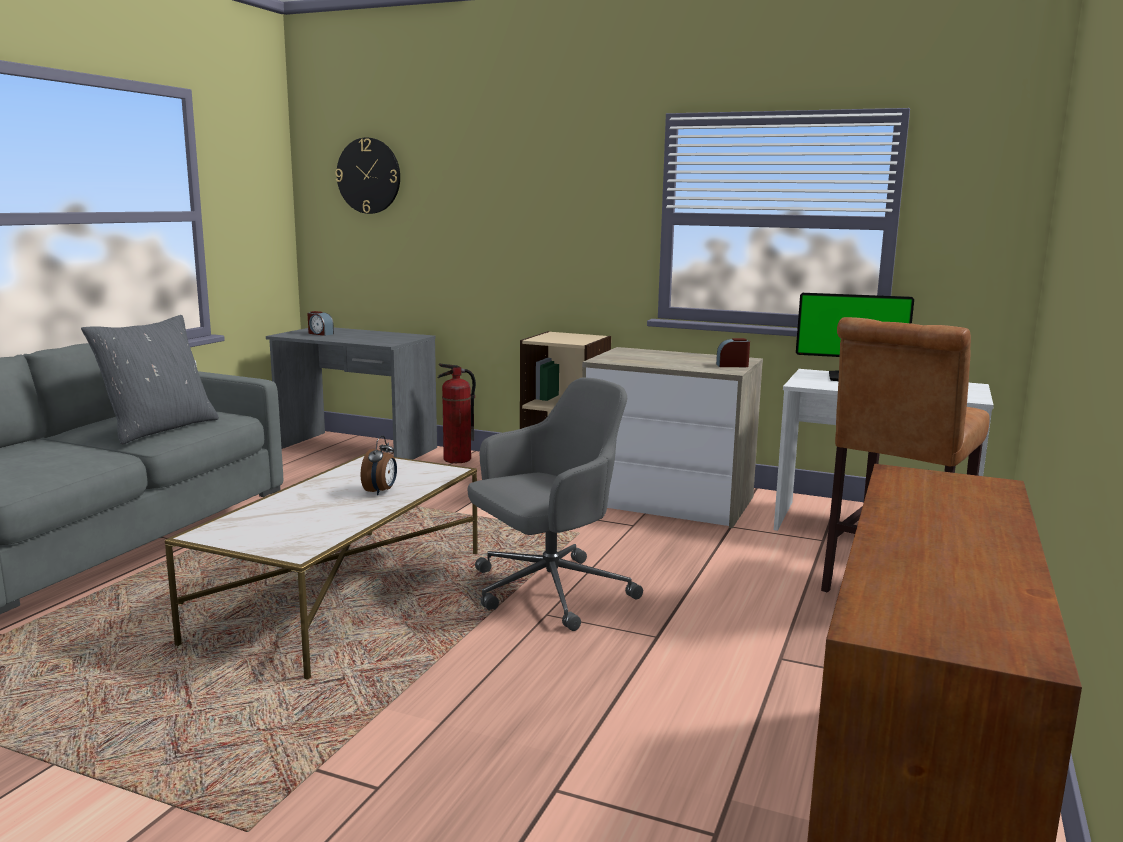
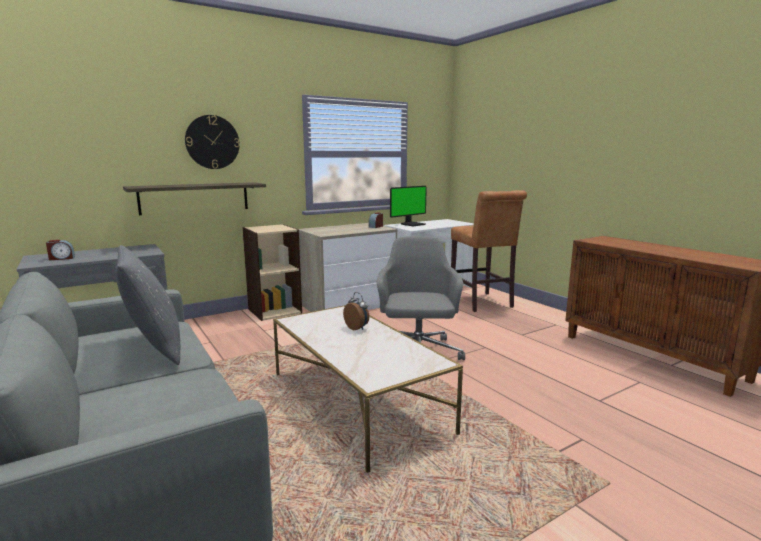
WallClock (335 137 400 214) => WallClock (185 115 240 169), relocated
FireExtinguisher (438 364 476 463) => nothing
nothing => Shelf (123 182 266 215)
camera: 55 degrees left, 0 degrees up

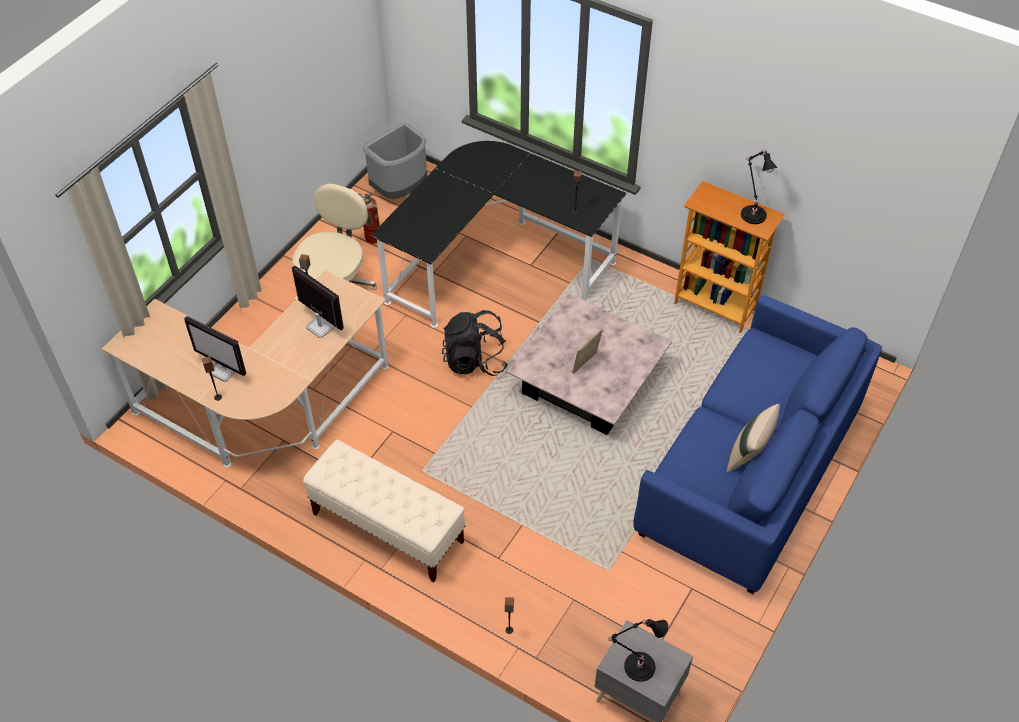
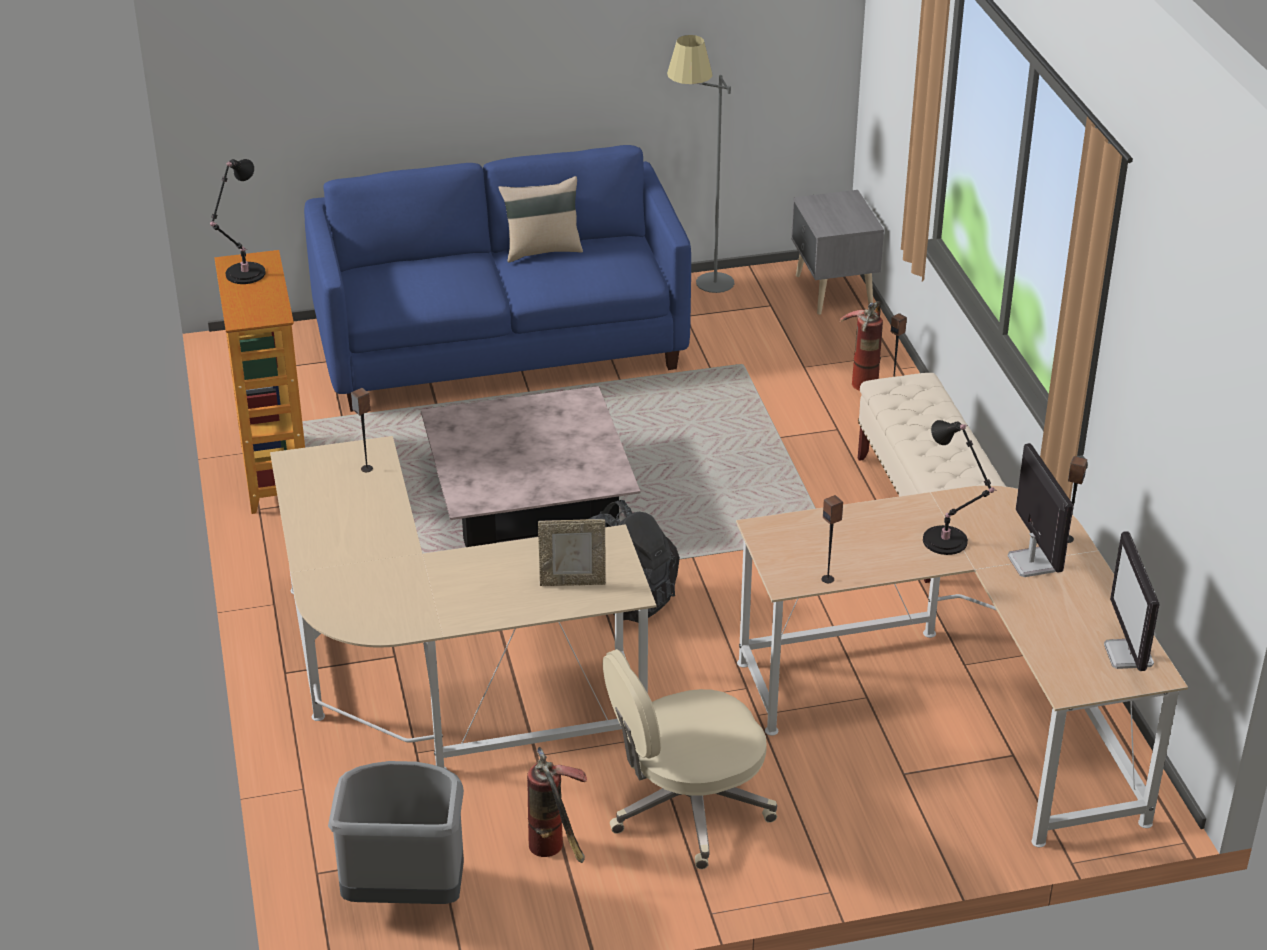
BlackDesk (371 141 626 328) => BeigeDesk (270 436 656 769)
Monitor (292 266 344 338) => Monitor (1104 531 1160 671), relocated
PictureFrame (572 329 603 374) => PictureFrame (538 519 606 586), relocated
BlackTableLamp (608 619 668 682) => BlackTableLamp (923 420 997 555), relocated
nothing => GreyFloorLamp (667 35 735 293)
nothing => FireExtinguisher (840 301 883 391)
camera: 135 degrees left, 15 degrees down

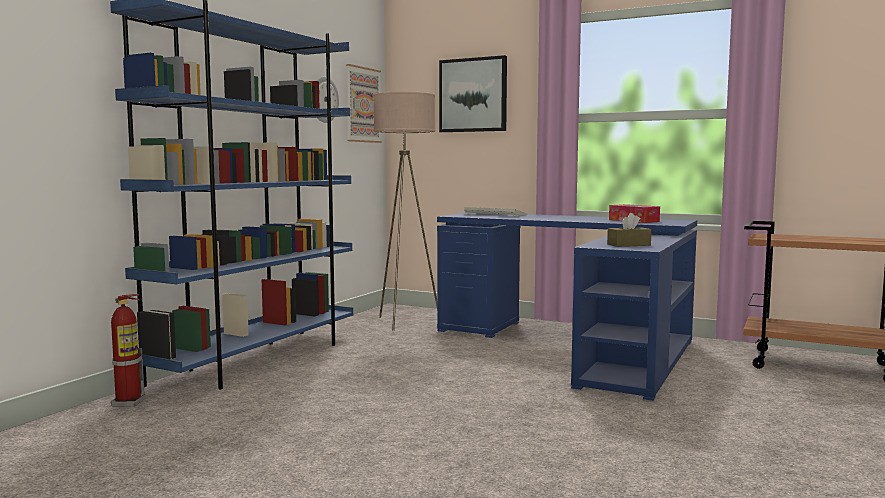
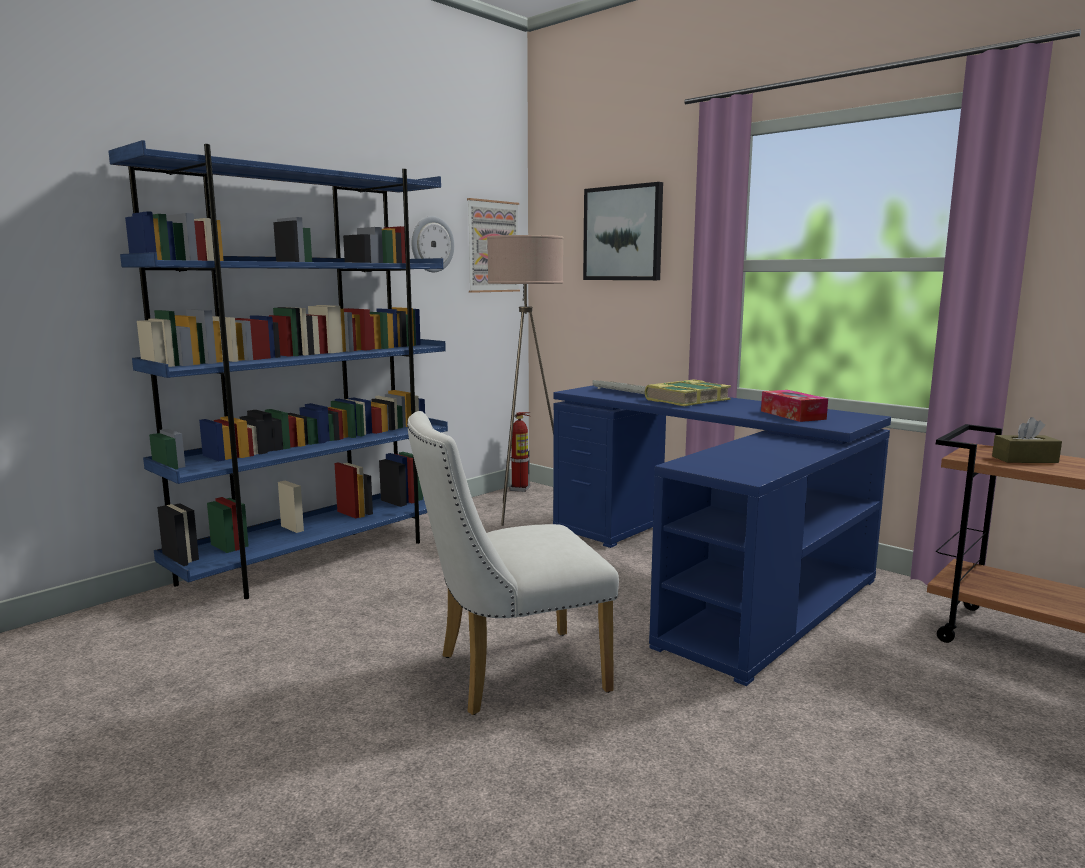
BrownTissueBox (607 213 652 247) => BrownTissueBox (992 417 1062 463), relocated
FireExtinguisher (111 294 145 407) => FireExtinguisher (509 412 530 492), relocated
nothing => Book (645 379 731 406)
nothing => WhiteChair (407 411 619 715)
camera: 15 degrees right, 5 degrees up

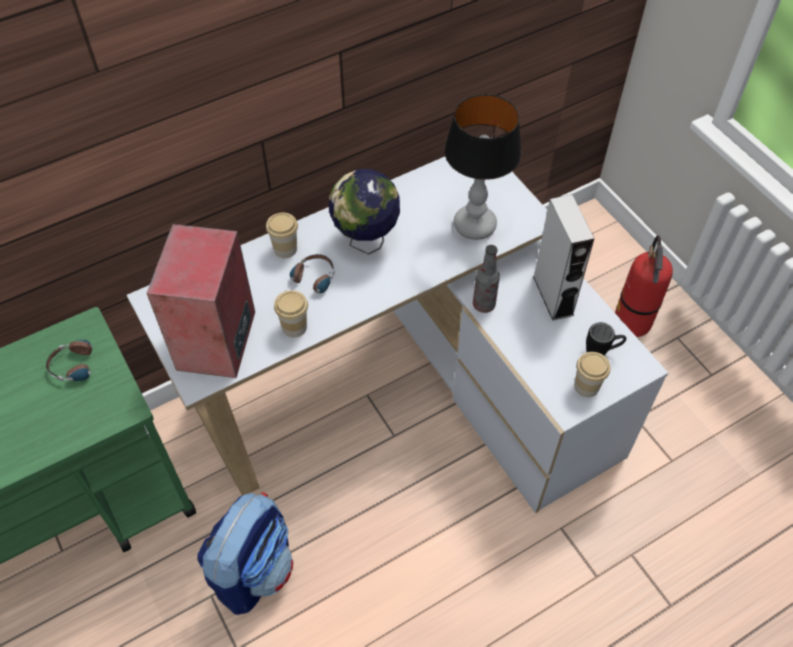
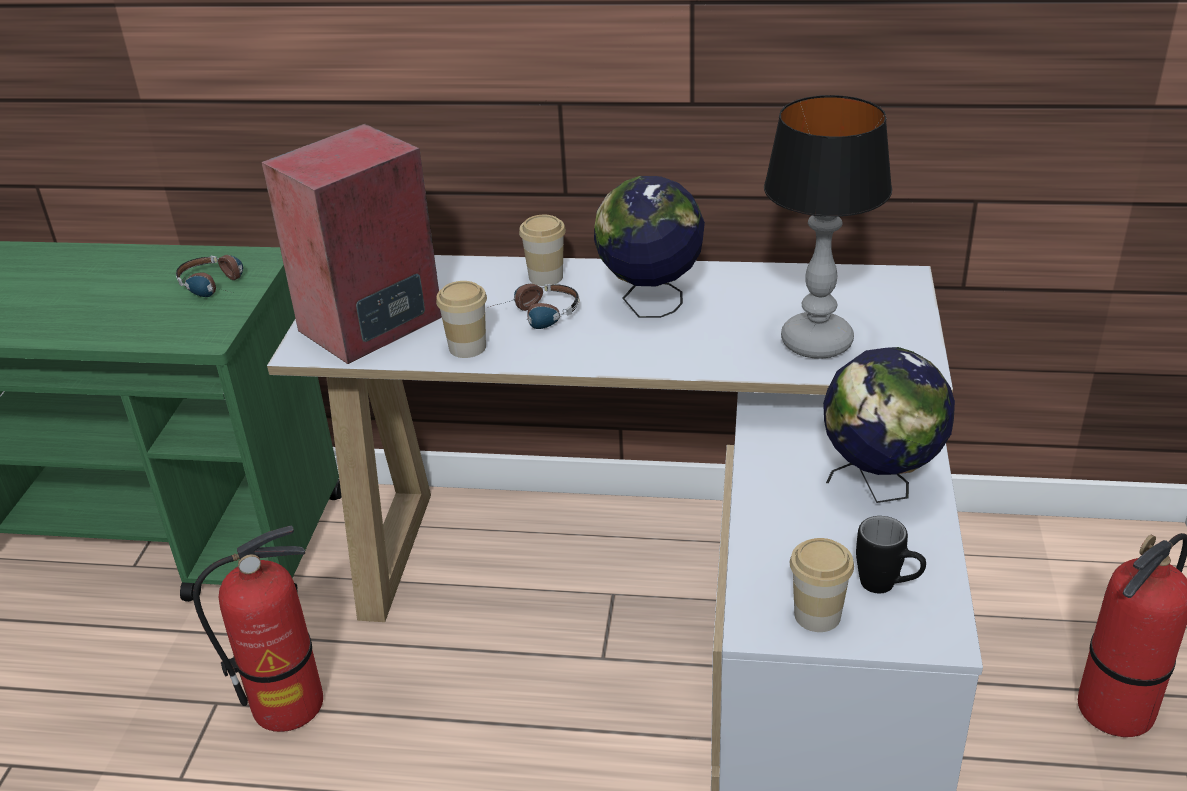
GreySpeaker (533 194 595 321) => Globe (823 347 955 503)
Bottle (473 245 500 313) => nothing
Backpack (197 492 293 615) => FireExtinguisher (193 526 323 732)
camera: 40 degrees right, 20 degrees down

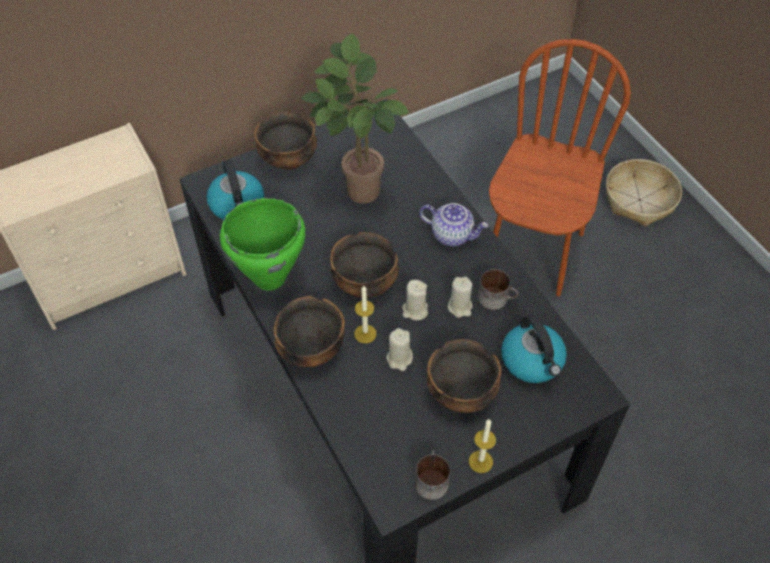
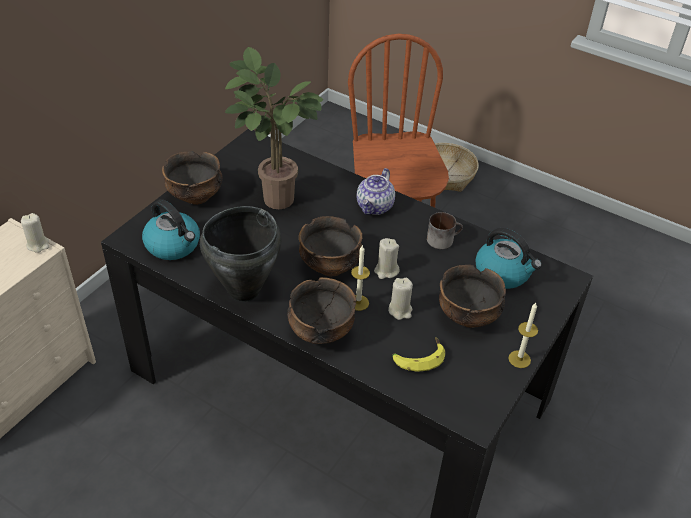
GreenCookingPot (220 198 306 291) => BlackCookingPot (200 206 281 302)
Teapot (419 203 488 246) => Teapot (356 168 395 215), 120 degrees clockwise
BeigeCandle (448 277 473 318) => BeigeCandle (21 213 49 253), relocated
Mug (415 450 450 500) => nothing
nothing => Banana (392 337 445 372)
camera: 30 degrees left, 10 degrees down

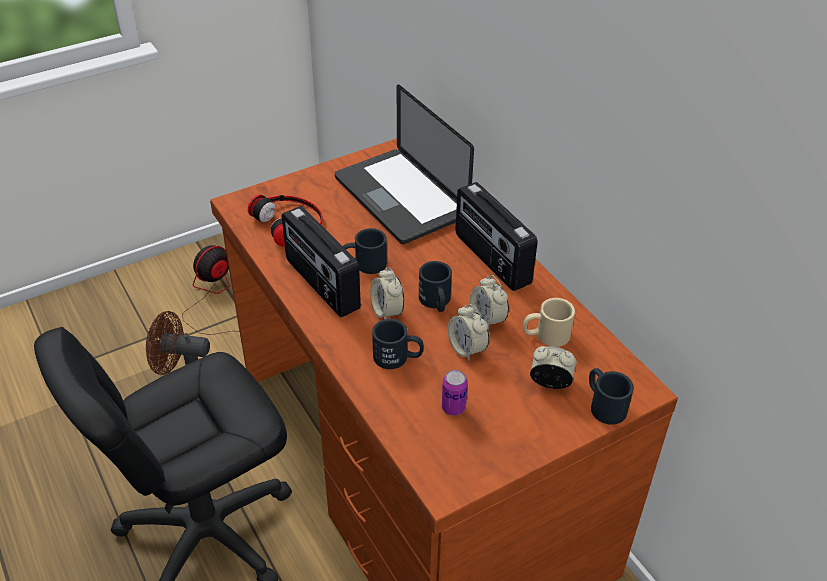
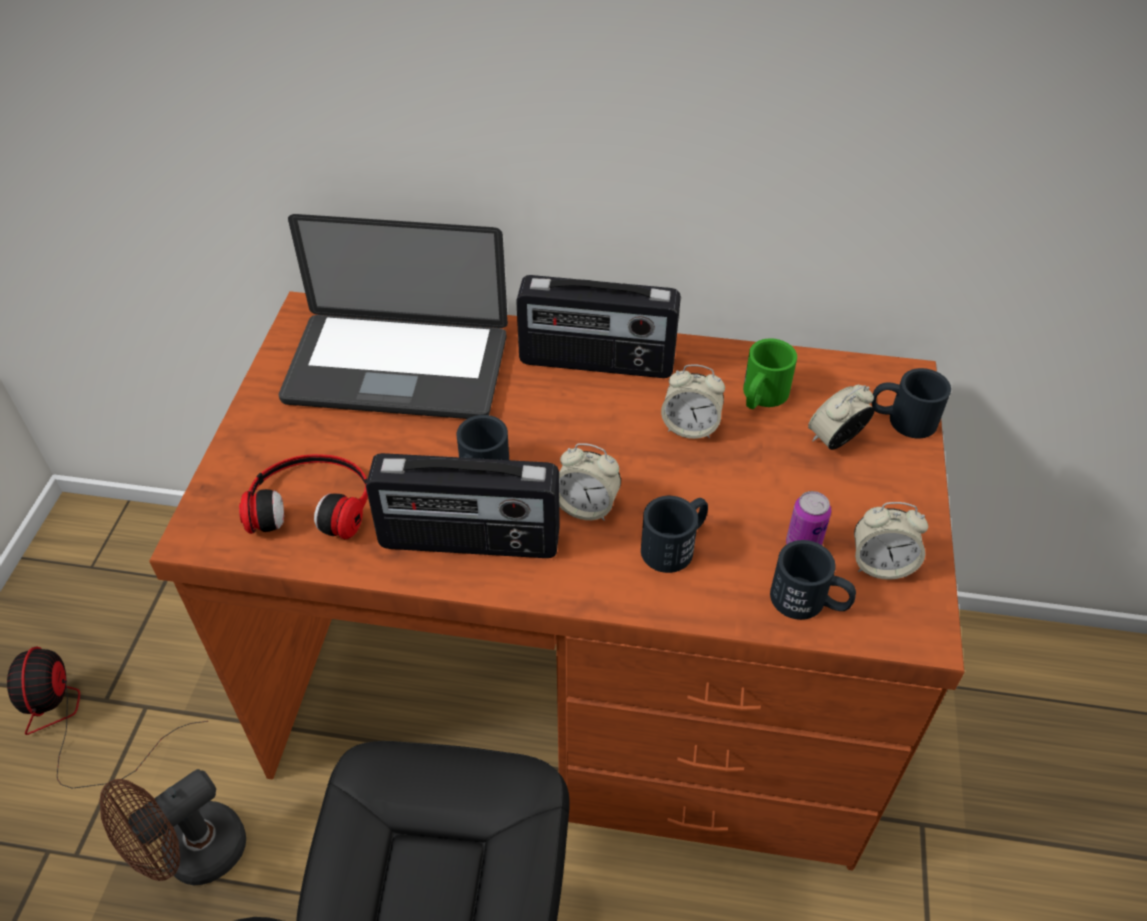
BlackMug (419 261 452 312) => BlackMug (770 540 856 620), relocated
BeigeMug (523 298 575 347) => GreenMug (743 338 797 409)
AlarmClock (448 304 489 361) => AlarmClock (854 502 928 580), relocated
camera: 50 degrees left, 5 degrees up

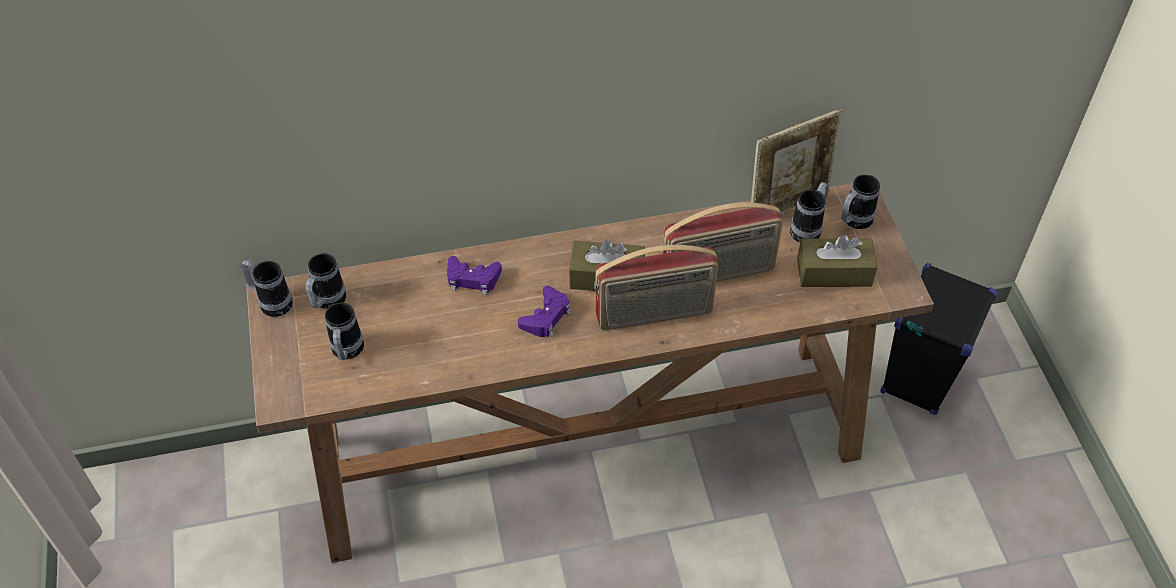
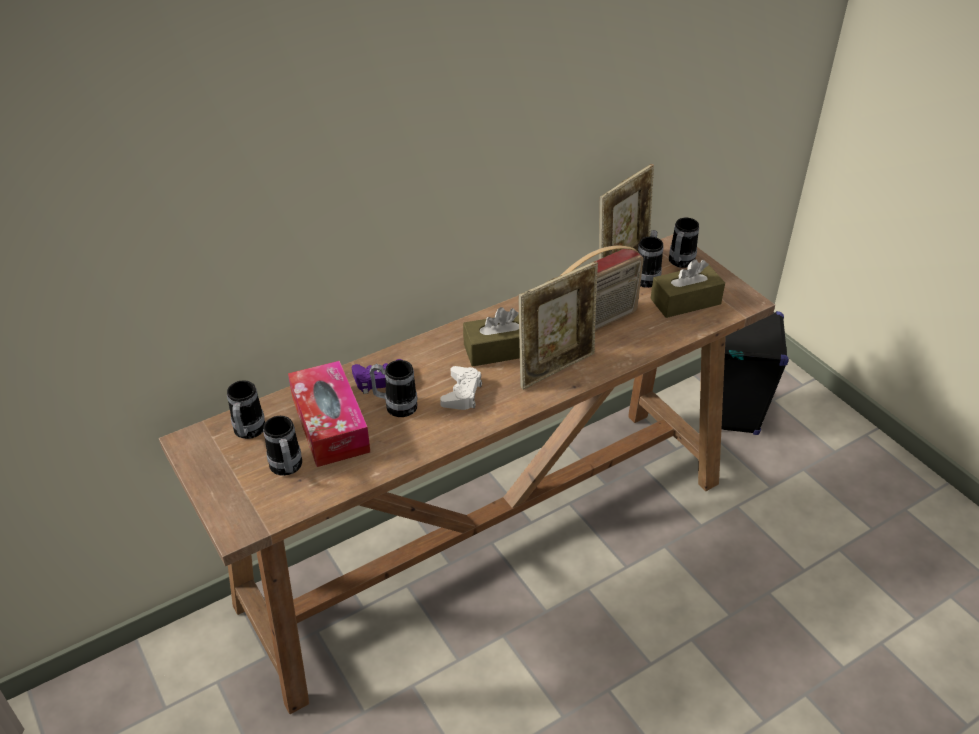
Radio (594 245 718 330) => PictureFrame (518 261 598 389)
Mug (241 260 293 317) => Mug (370 360 417 417), relocated
PurpleGameController (518 286 571 338) => WhiteGameController (440 366 482 410)
nothing => TissueBox (288 361 370 467)
camera: 20 degrees left, 10 degrees down

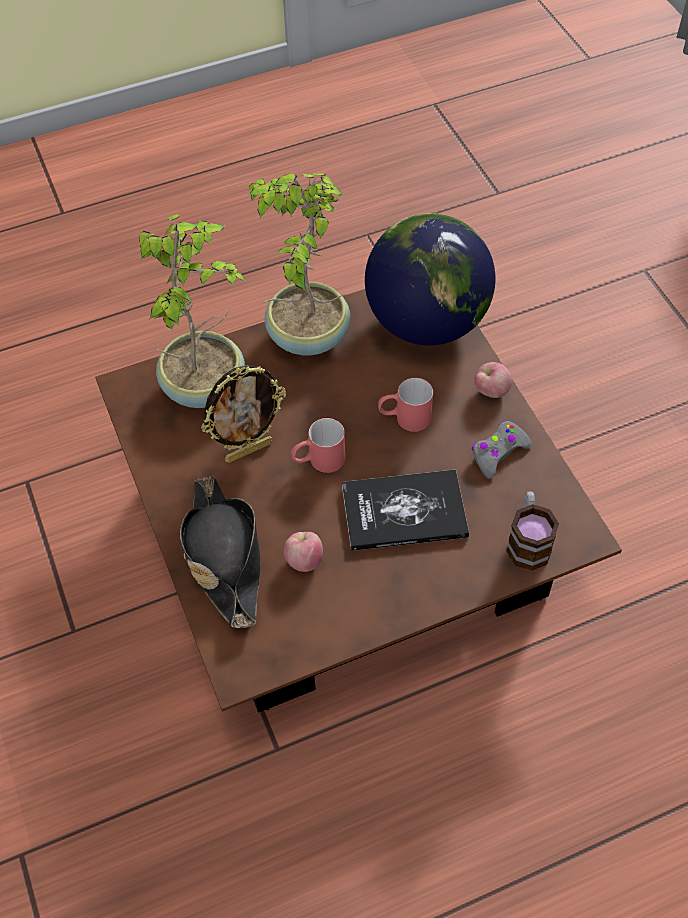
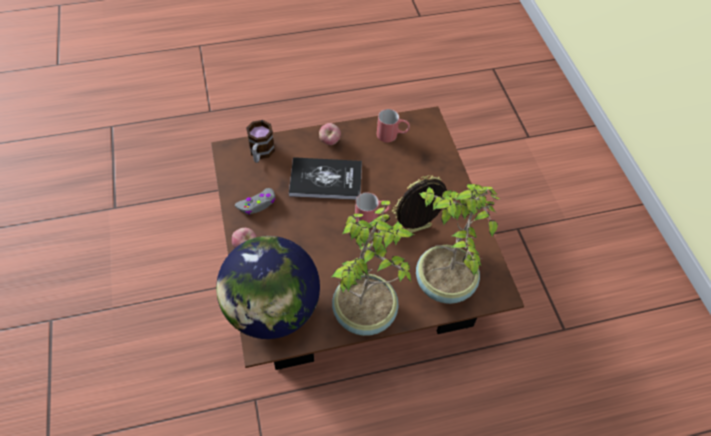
RedMug (378 378 433 432) => RedMug (377 109 410 142), relocated
BlackHat (180 476 261 628) => nothing
Apple (284 532 323 572) => Apple (319 123 341 145), relocated
camera: 175 degrees left, 0 degrees up

